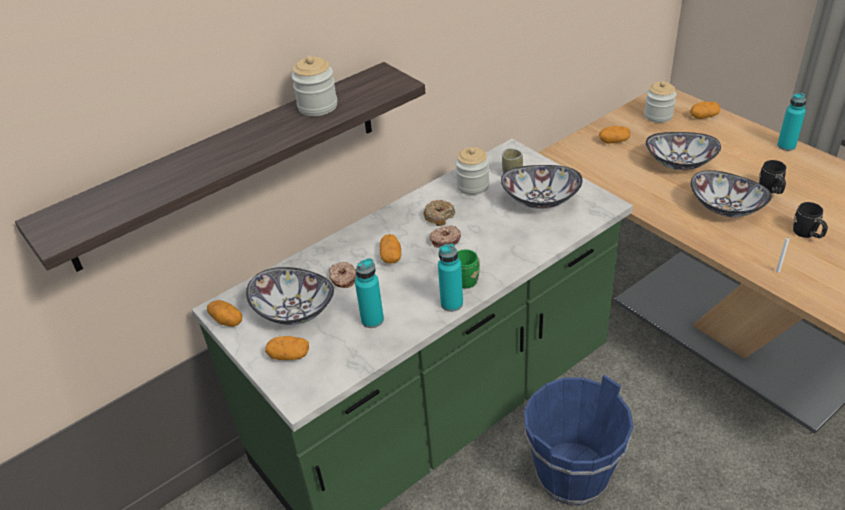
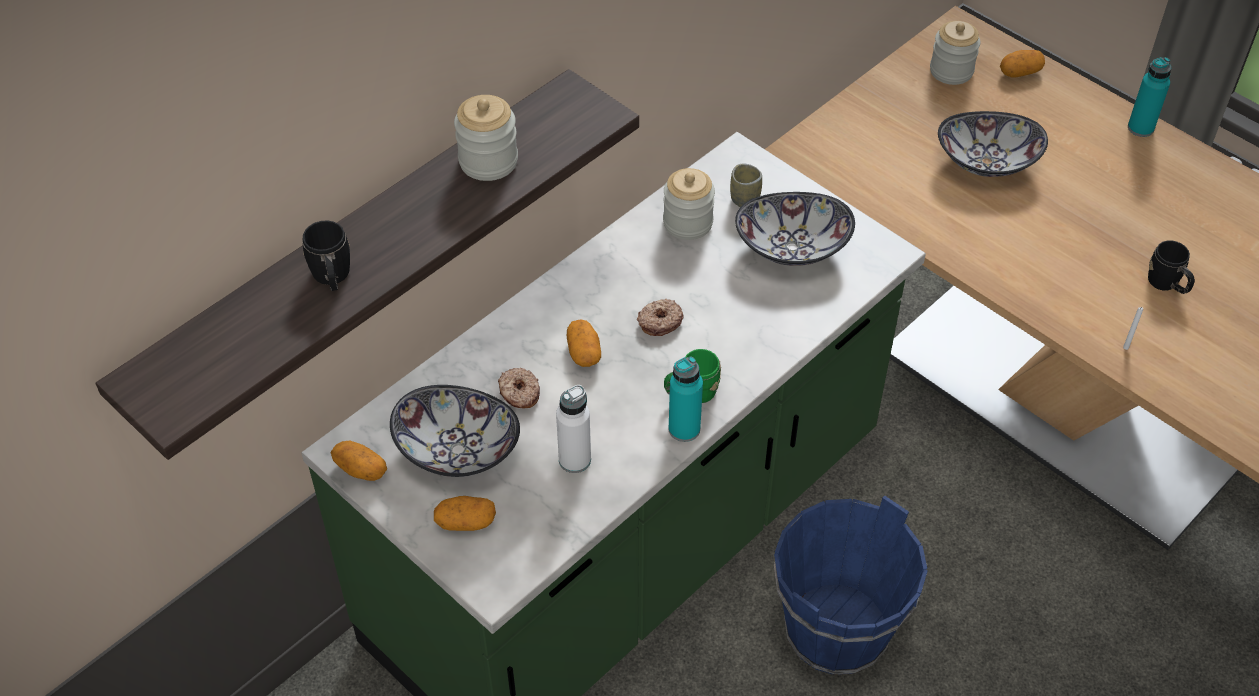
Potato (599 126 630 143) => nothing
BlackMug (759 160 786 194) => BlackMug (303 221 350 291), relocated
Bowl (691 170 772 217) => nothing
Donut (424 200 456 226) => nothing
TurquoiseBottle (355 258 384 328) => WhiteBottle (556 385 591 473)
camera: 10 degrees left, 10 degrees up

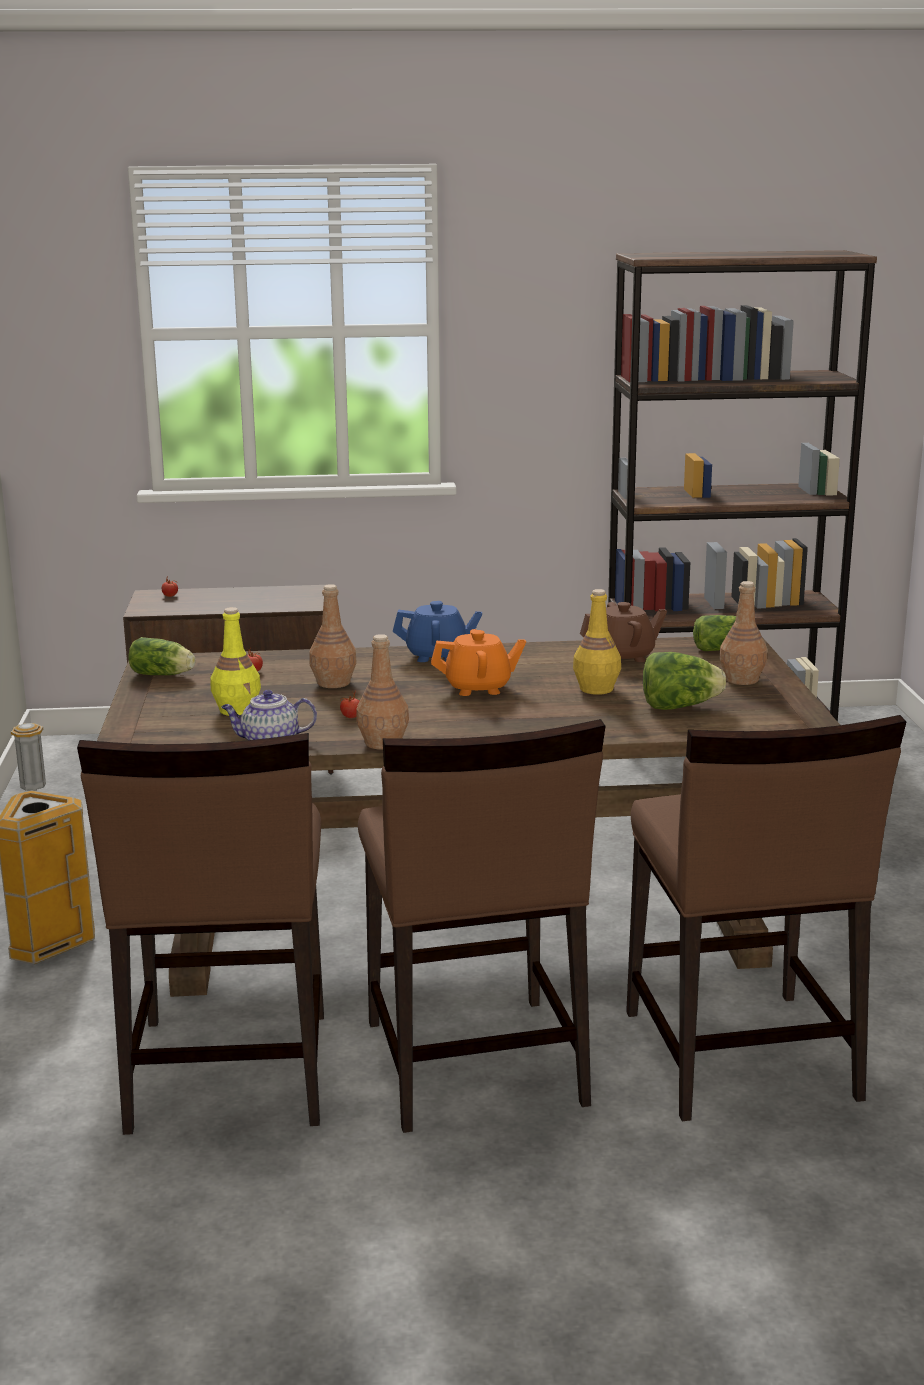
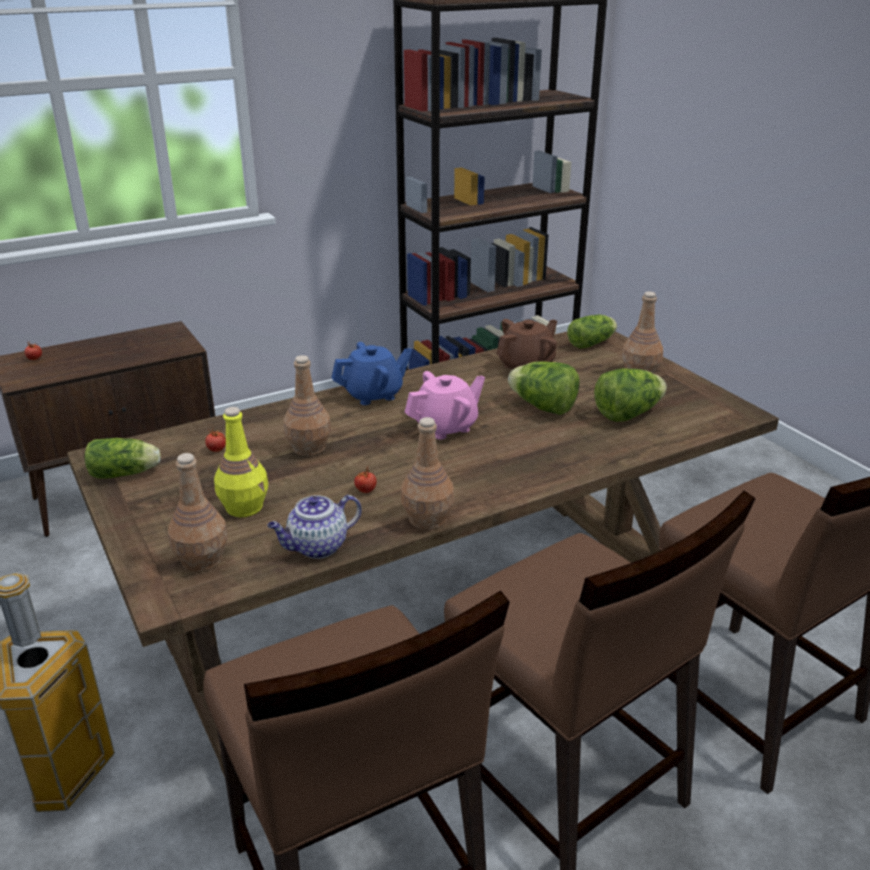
YellowBottle (573 589 621 695) => Lettuce (508 361 580 415)
OrangeTeapot (431 629 526 696) => PinkTeapot (405 371 485 440)
nothing => BrownBottle (168 453 228 572)
camera: 25 degrees left, 10 degrees up

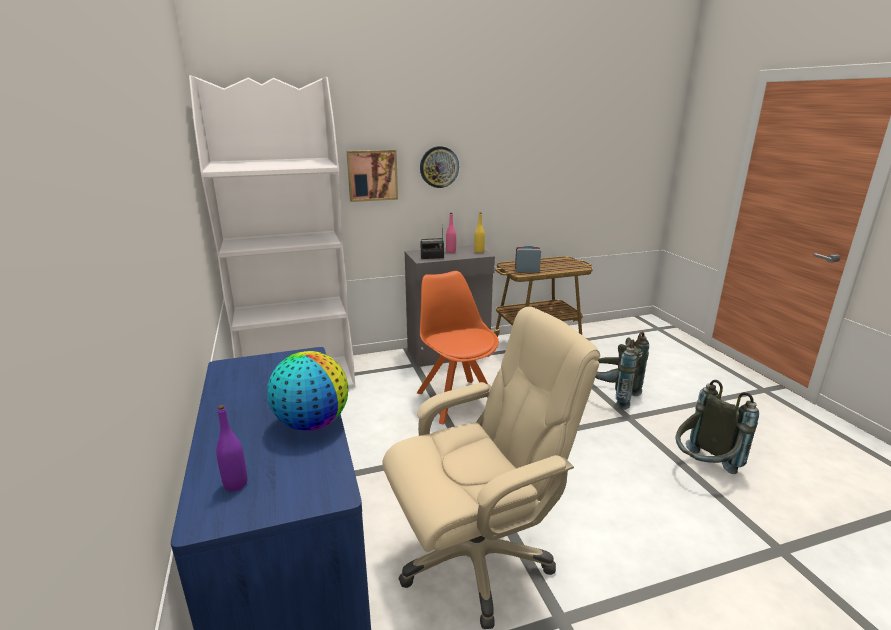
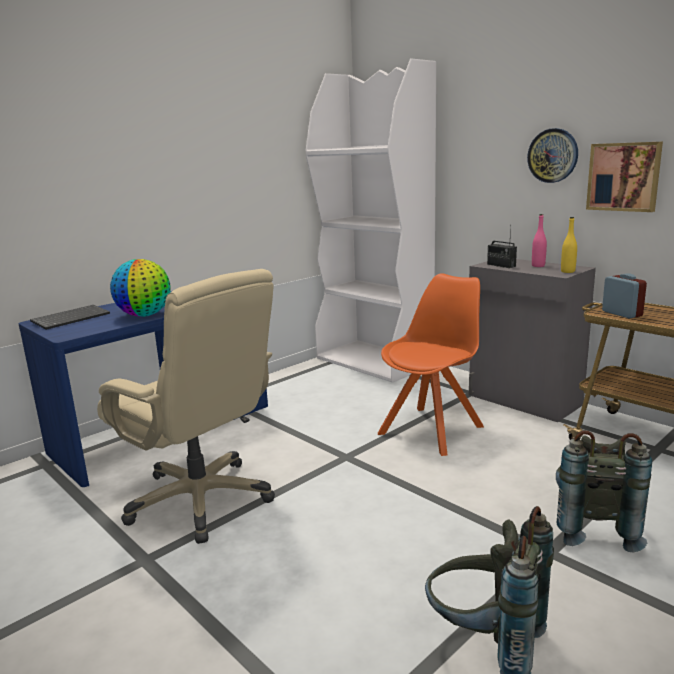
Picture (347 150 398 202) => Picture (586 142 663 212), relocated
PurpleBottle (216 405 247 492) => Keyboard (30 305 110 330)
camera: 65 degrees right, 5 degrees down

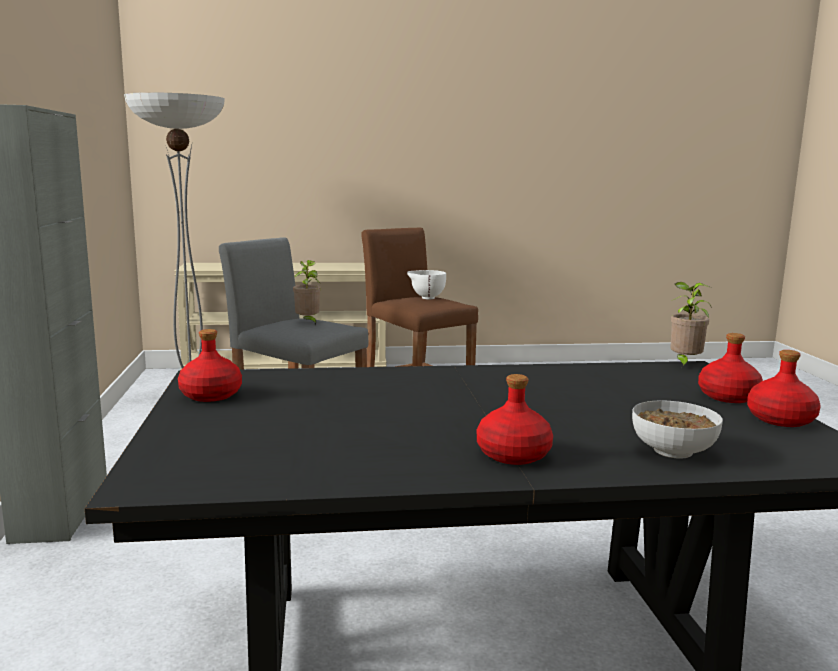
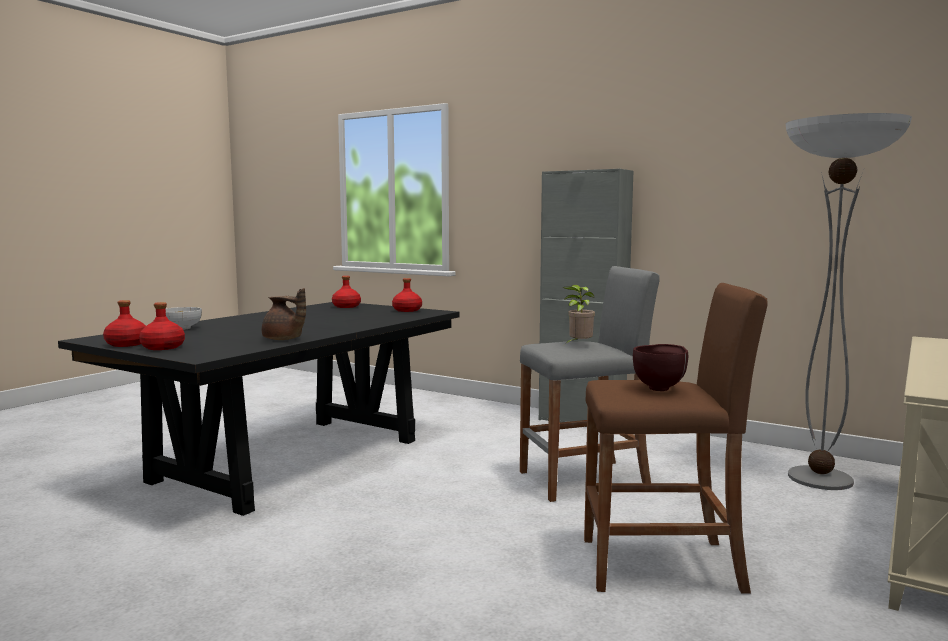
WhiteBowl (407 270 446 300) => BrownBowl (633 344 688 391)
PottedPlant (670 282 712 368) => nothing
RedBottle (477 374 553 465) => RedBottle (332 276 361 308), relocated
nothing => BrownTeapot (262 288 306 340)
camera: 130 degrees right, 5 degrees down

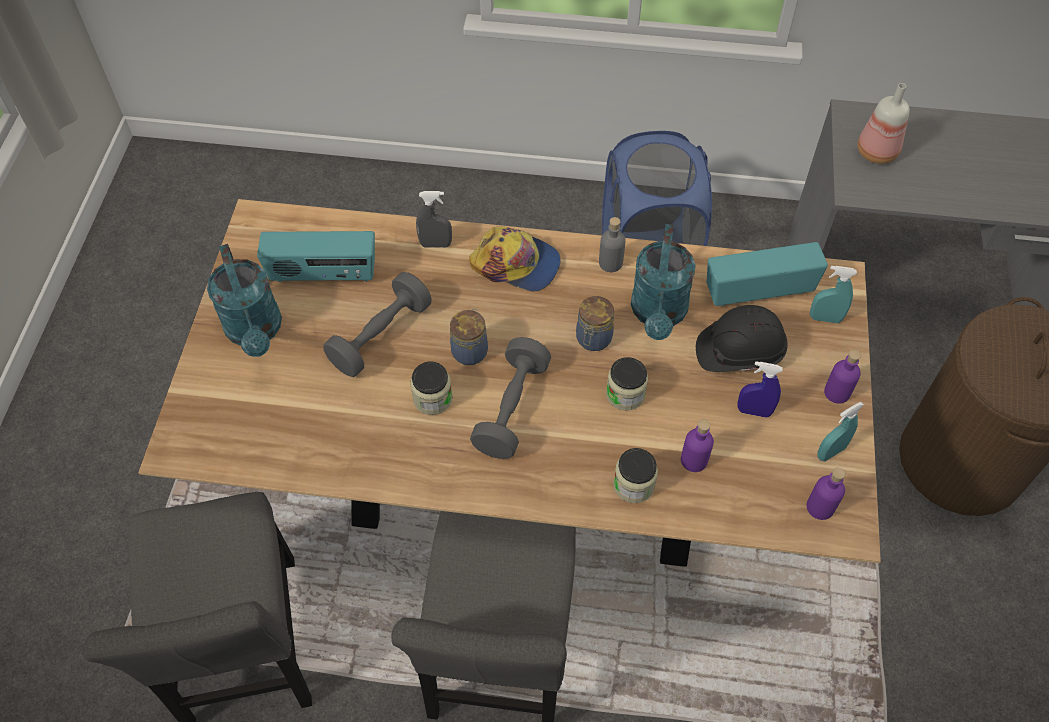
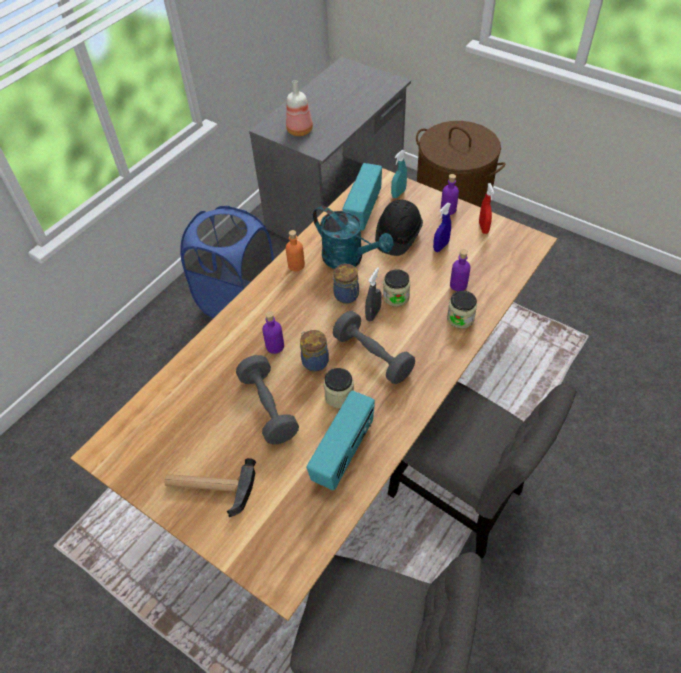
GreySprayBottle (416 191 452 248) => GreySprayBottle (365 267 382 322), relocated
GreyBottle (599 217 626 272) => OrangeBottle (286 230 305 271)
Cap (469 227 561 292) => nothing
Radio (257 231 375 282) => Radio (306 391 375 490), relocated
TurquoiseWateringCan (207 244 282 357) => Hammer (165 458 256 517)
TurquoiseSprayBottle (818 402 864 461) => RedSprayBottle (479 183 494 234)
PurpleBottle (806 468 845 520) => PurpleBottle (262 311 284 354), relocated
camera: 60 degrees left, 5 degrees down

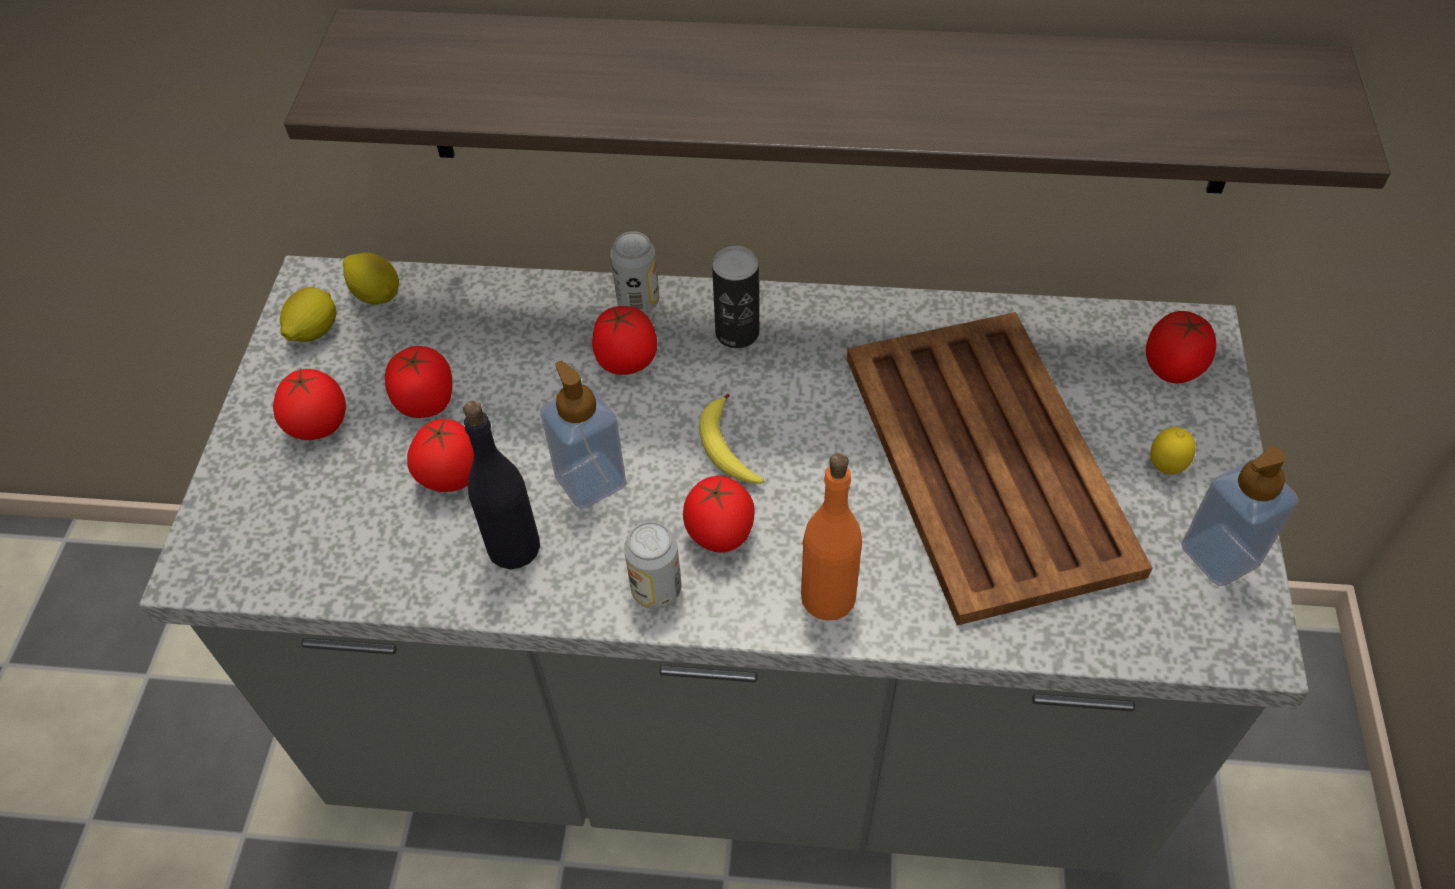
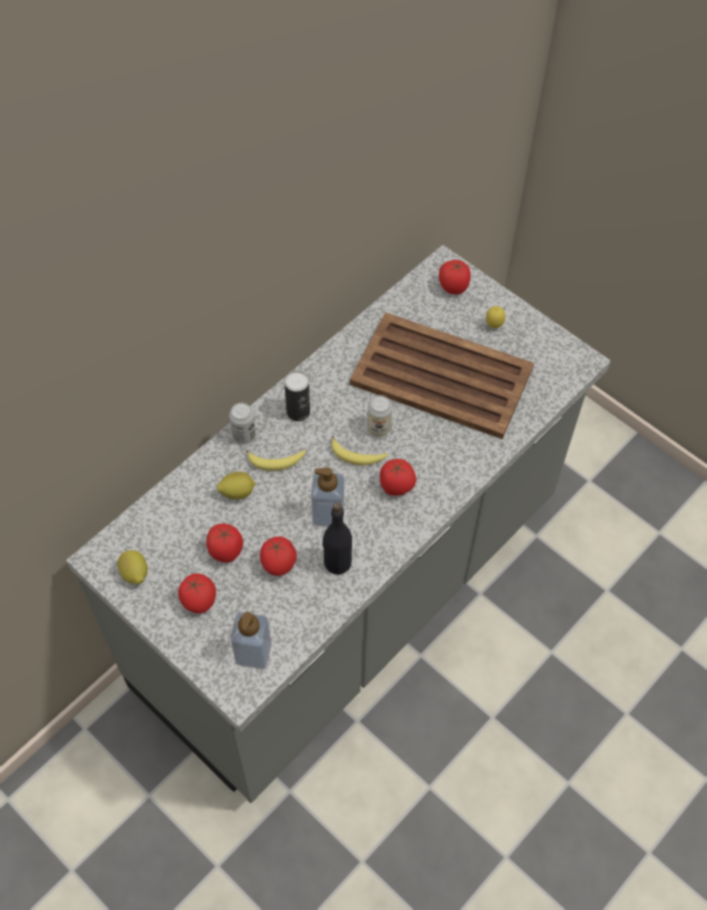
Shelf (284 9 1391 193) => nothing
Lemon (343 253 399 305) => Lemon (217 472 256 500), relocated
Tomato (592 306 657 375) => Banana (246 450 306 471)
SoapDispenser (1181 447 1299 586) => SoapDispenser (230 612 271 669), relocated
OrangeBottle (801 453 862 621) => nothing
Can (624 522 681 609) => Can (367 395 392 437), relocated
camera: 55 degrees left, 5 degrees up

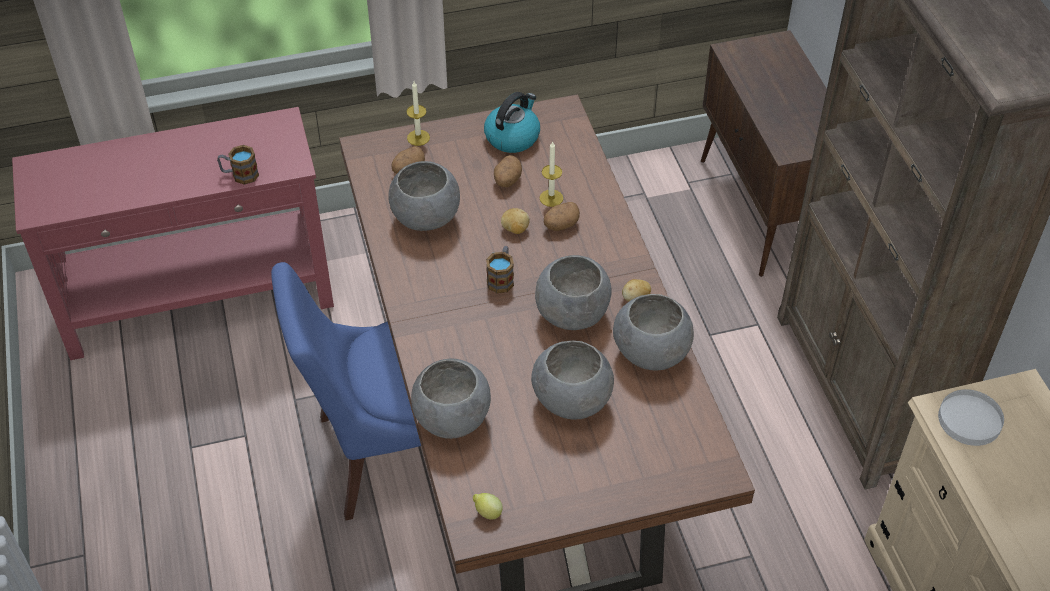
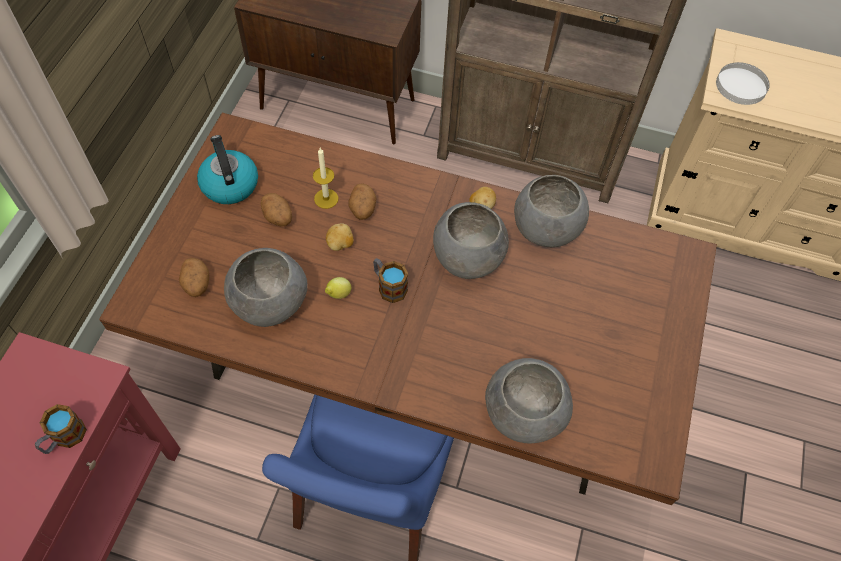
Candle (406 81 430 146) => nothing
GreyBowl (531 340 614 419) => nothing
Lemon (473 493 503 520) => Lemon (325 277 351 299), relocated
camera: 60 degrees left, 10 degrees up

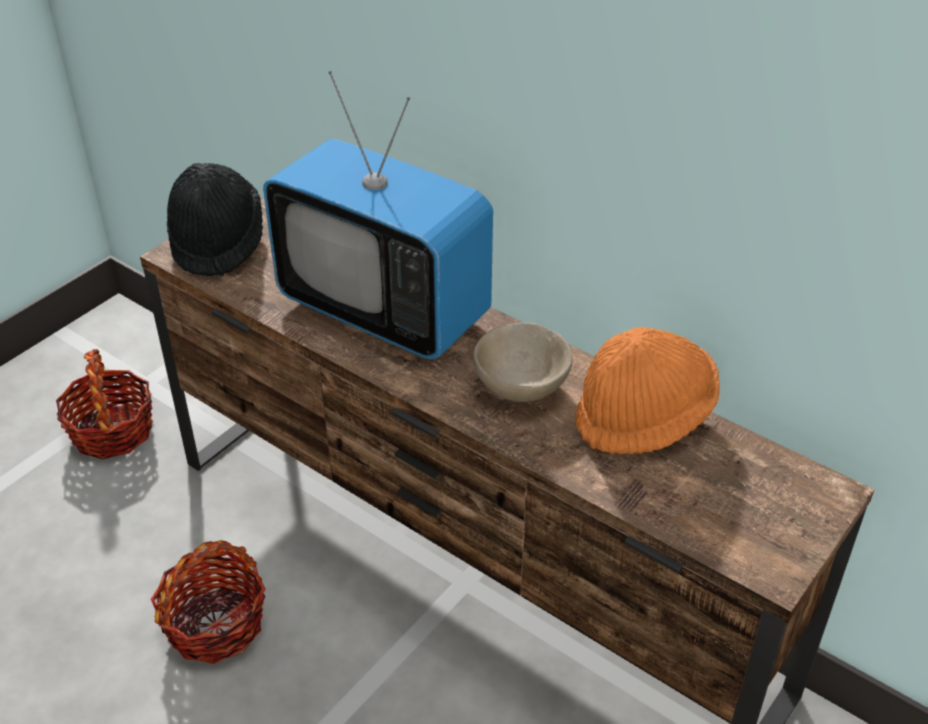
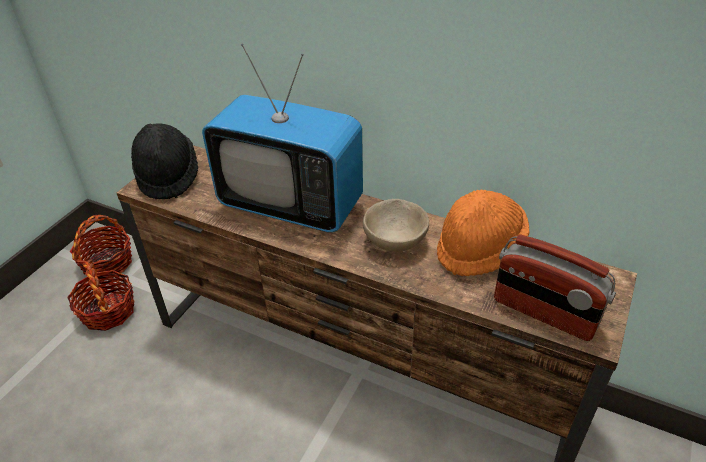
Basket (151 540 266 664) => Basket (70 215 132 277), relocated
nothing => Radio (494 235 616 341)
camera: 10 degrees left, 0 degrees up

